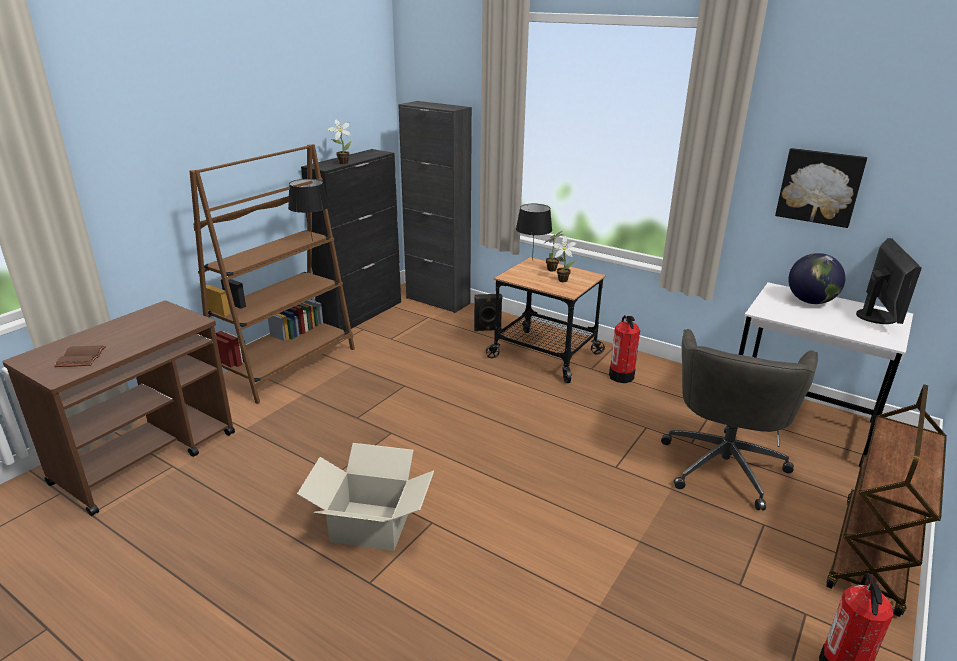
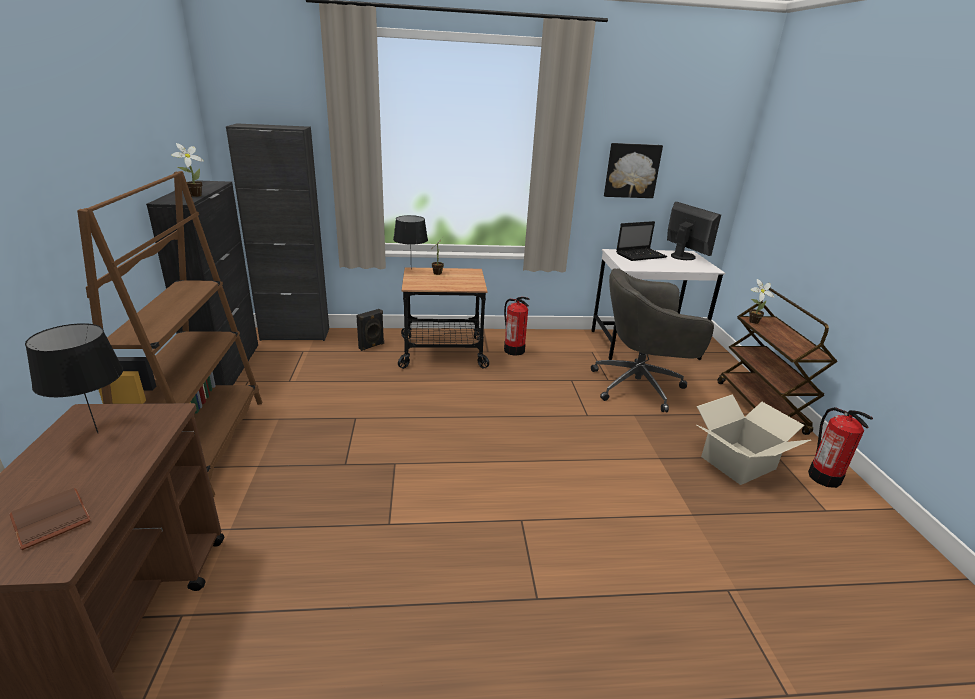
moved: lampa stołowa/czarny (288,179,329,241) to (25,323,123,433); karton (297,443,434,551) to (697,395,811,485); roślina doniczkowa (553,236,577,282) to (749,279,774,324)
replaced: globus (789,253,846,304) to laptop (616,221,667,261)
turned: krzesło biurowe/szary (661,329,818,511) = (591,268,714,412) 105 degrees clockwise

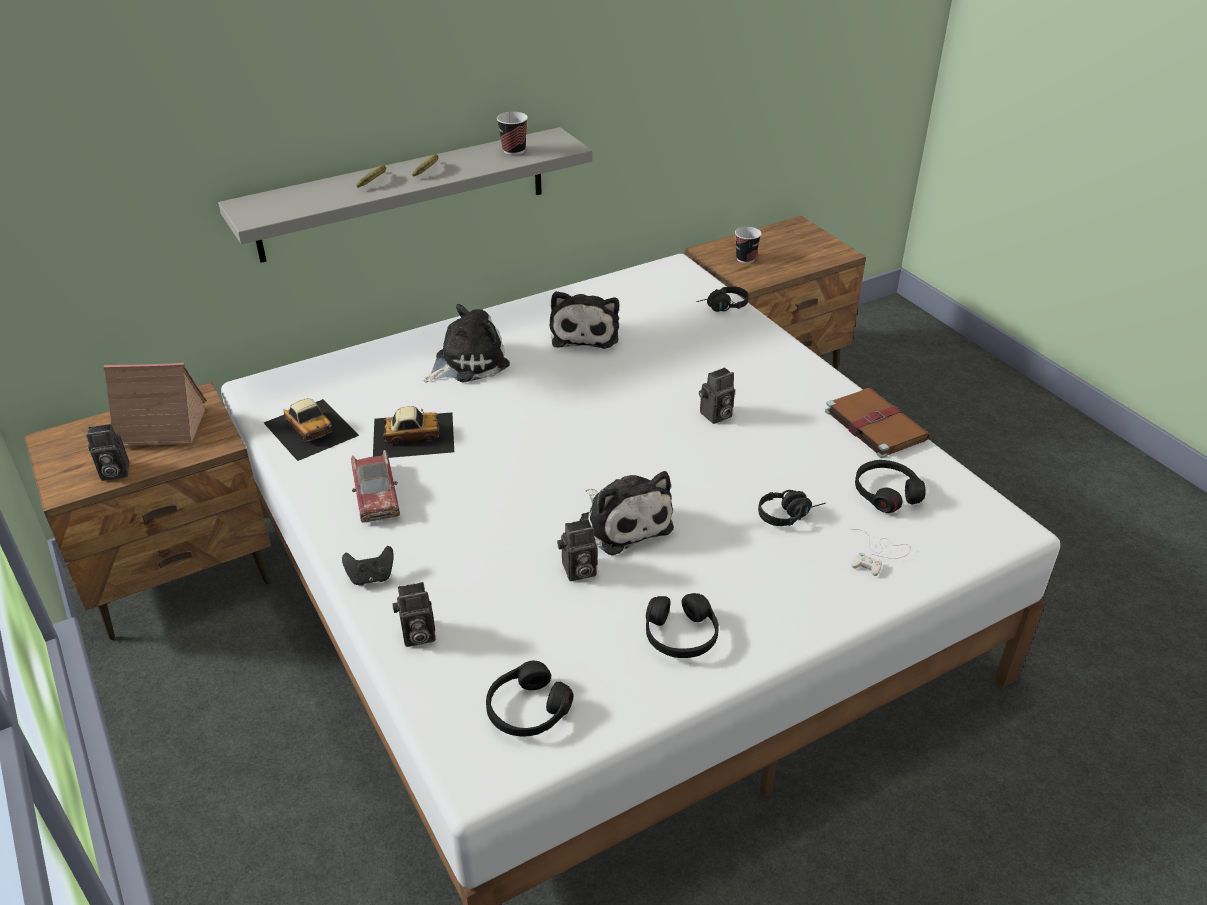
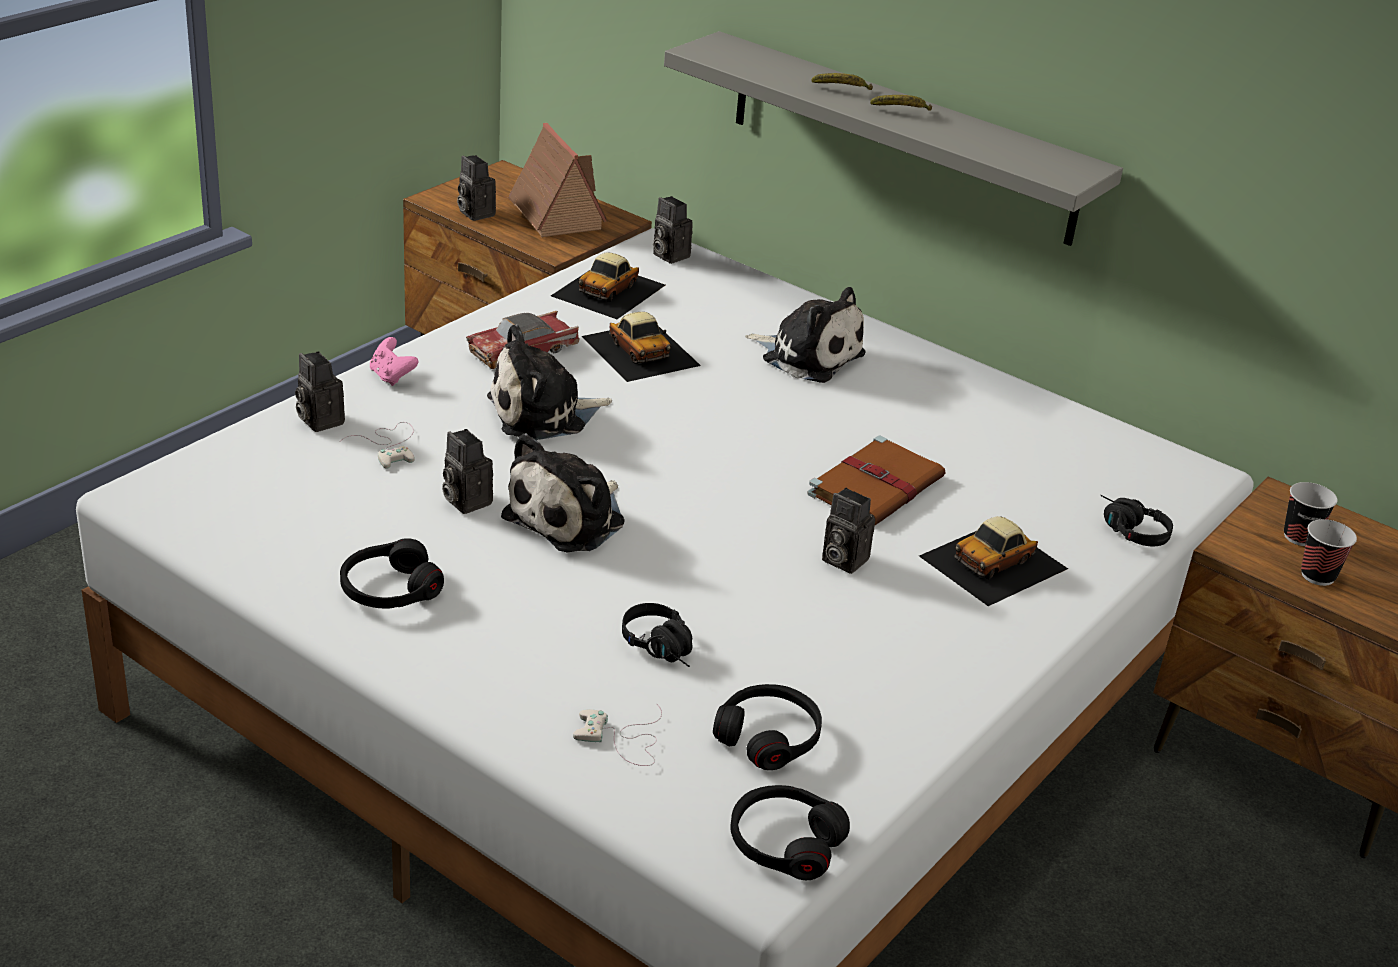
added: pad do gier/biały (342,422,415,469); aparat fotograficzny (653,196,693,264); samochodzik (919,516,1068,606)
moved: słuchawki/czarny (486,661,573,736) to (731,785,850,880); filiżanka (497,112,528,155) to (1301,519,1357,586); pluszak (550,291,619,349) to (487,324,612,440); książka/brązowy (825,388,930,458) to (807,436,946,525)
recoloured: pad do gier/czarny (342,546,394,585) to pad do gier/różowy (370,337,418,386)

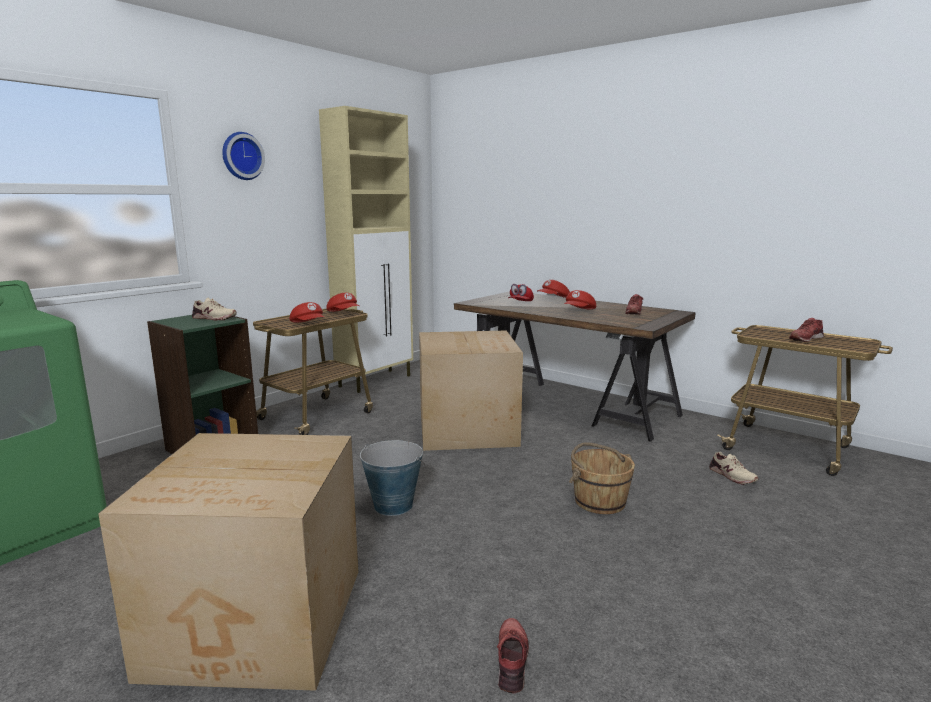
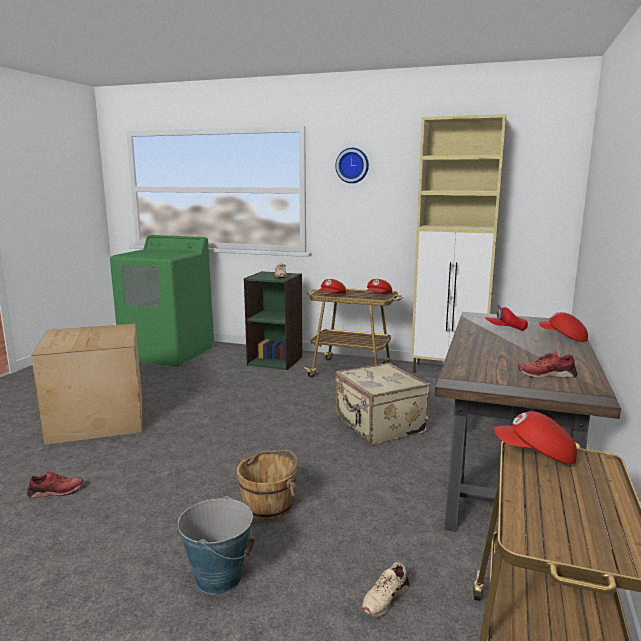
removed: but/czerwony (789,318,824,342)
moved: wiadro (360,440,425,516) to (178,496,254,595); czapka z daszkiem/czerwony (564,290,596,309) to (494,411,577,464)
replaced: karton (419,331,523,451) to walizka/beżowy (335,363,430,445)

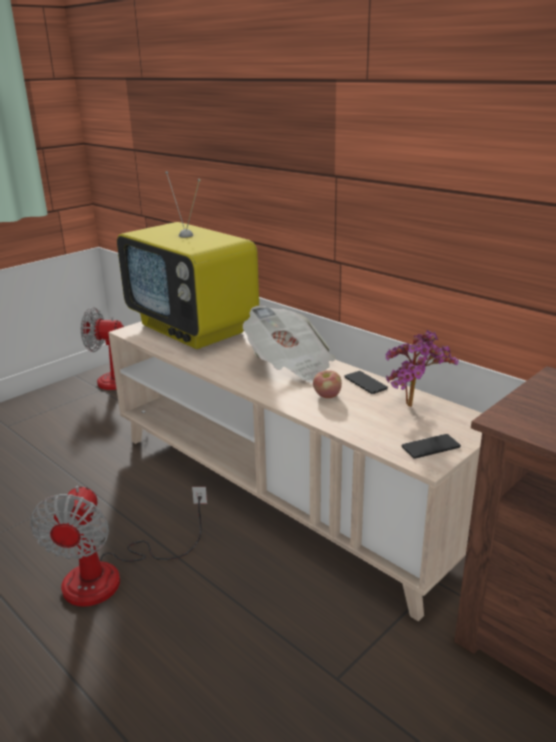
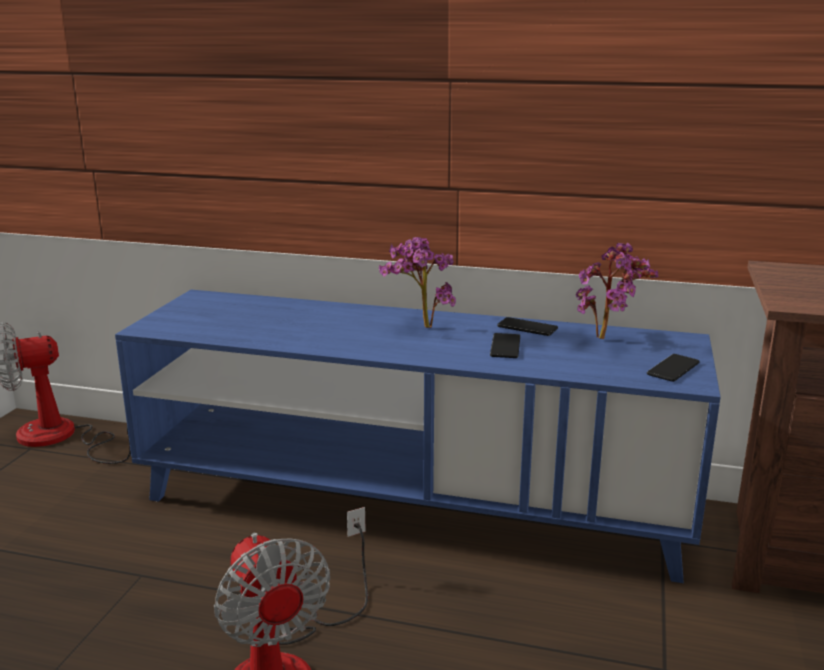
removed: telewizor (117,171,259,349)
replaced: gazeta (243,305,335,383) to roślina doniczkowa (379,237,456,328); jabłko (313,370,342,398) to telefon (490,333,520,358)
recoloured: szafka pod telewizor/beżowy (108,321,482,622) to szafka pod telewizor/niebieski (115,290,721,583)

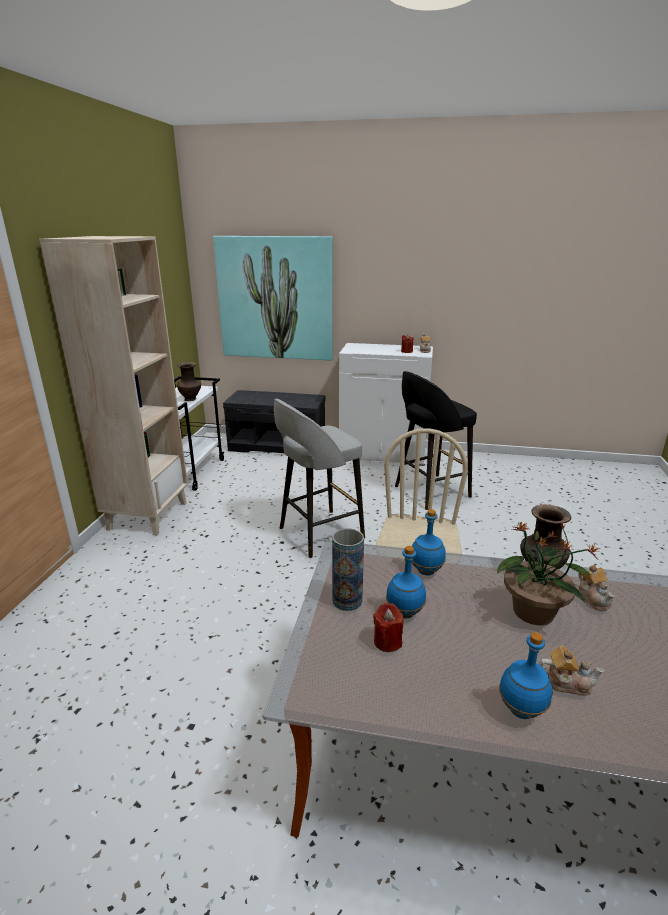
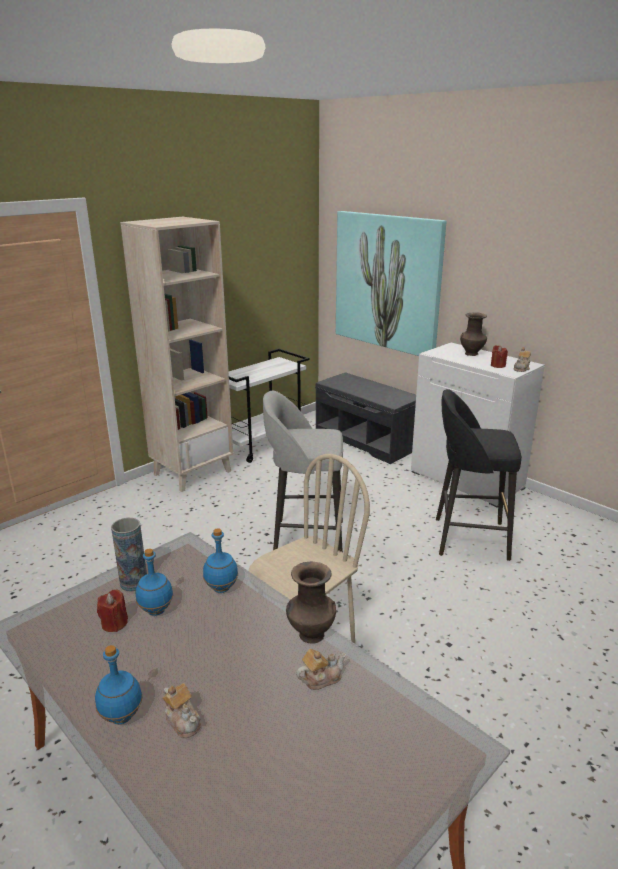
removed: roślina doniczkowa (497,521,601,625)
moved: wazon/brązowy (177,362,201,401) to (460,312,487,356)
turned: imbryk (578,565,615,611) = (296,649,346,690) 135 degrees counterclockwise

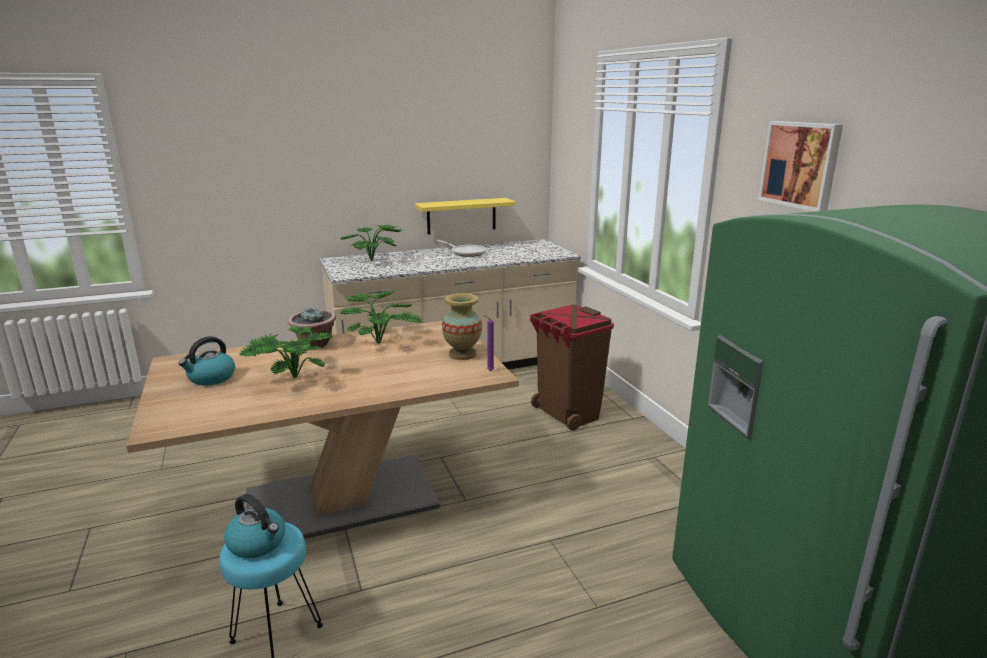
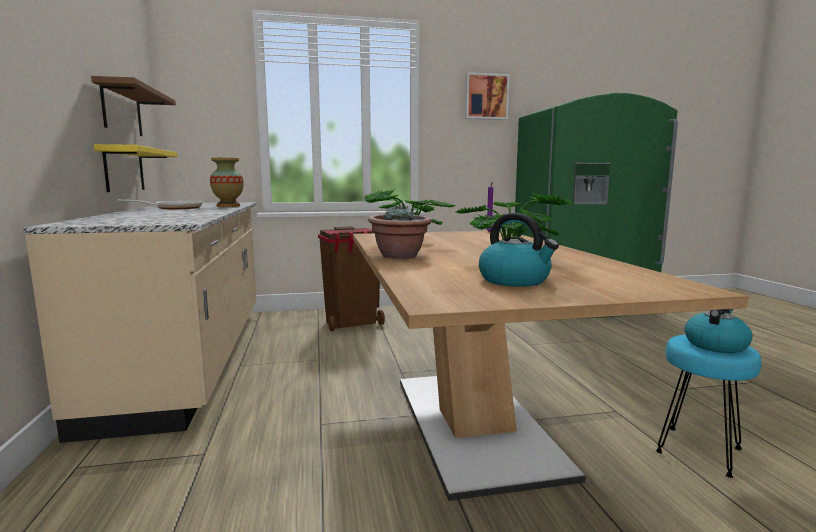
removed: roślina doniczkowa (341,224,402,261)
added: półka/brązowy (91,76,176,136)
moved: wazon (442,293,482,360) to (210,158,244,207)

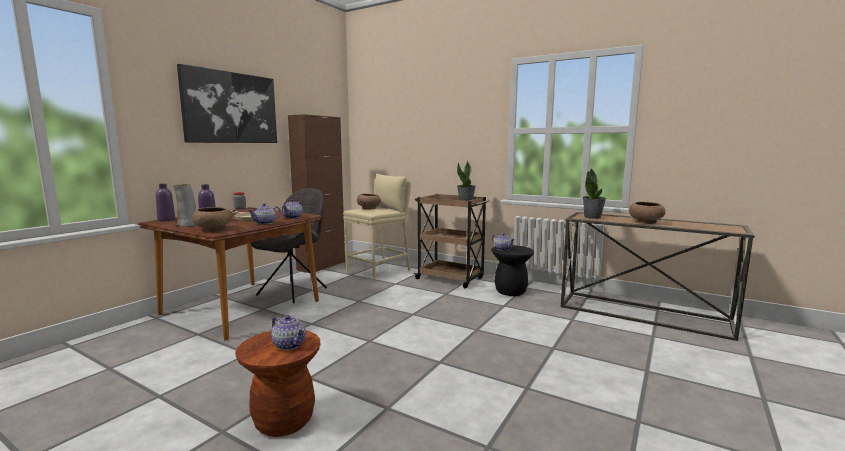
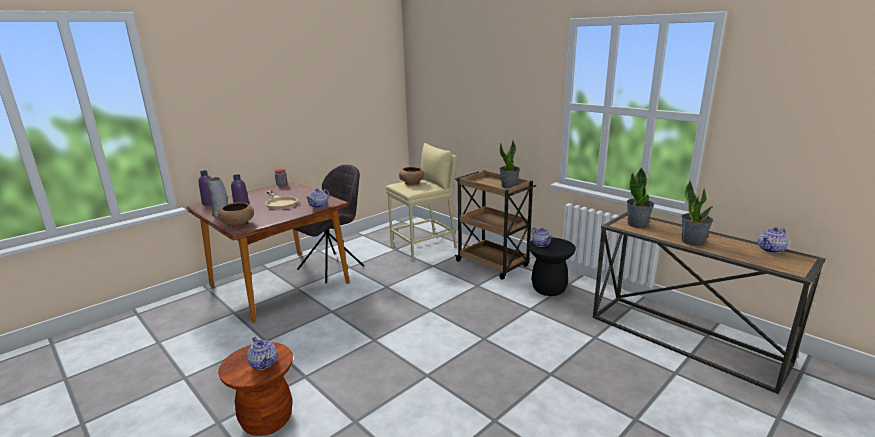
removed: obraz (177,64,277,143); szafka/brązowy (288,114,345,273)
moved: imbryk (248,203,281,225) to (758,227,788,254)
replaced: miska/brązowy (629,202,666,224) to roślina doniczkowa (681,180,713,246)

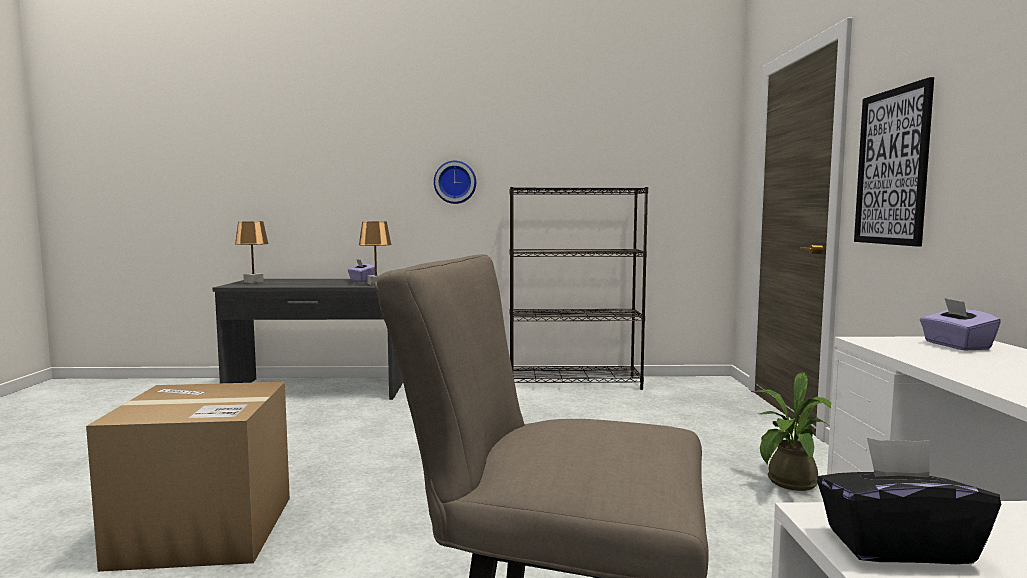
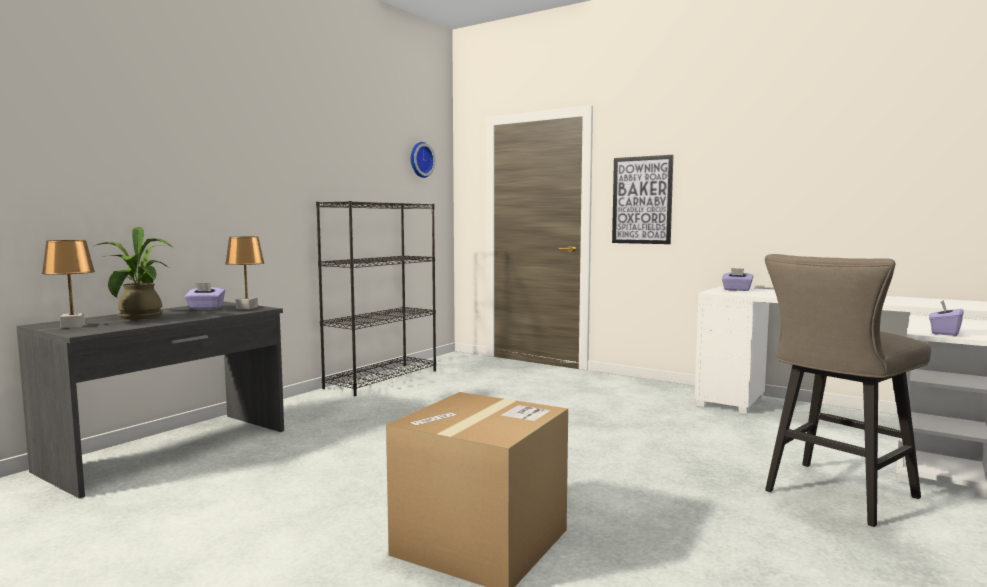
moved: zegar ścienny (434,161,476,204) to (411,142,436,178); roślina doniczkowa (751,372,831,491) to (92,227,173,320)
recoloured: pudełko chusteczek/czarny (817,438,1001,564) to pudełko chusteczek/fioletowy (929,300,964,336)

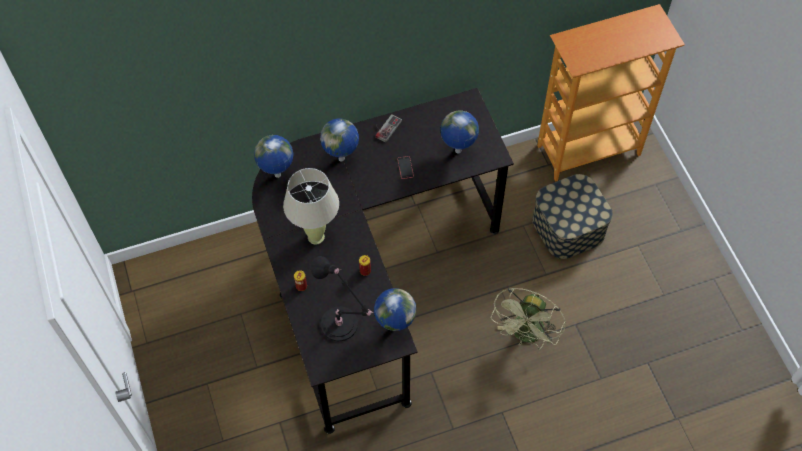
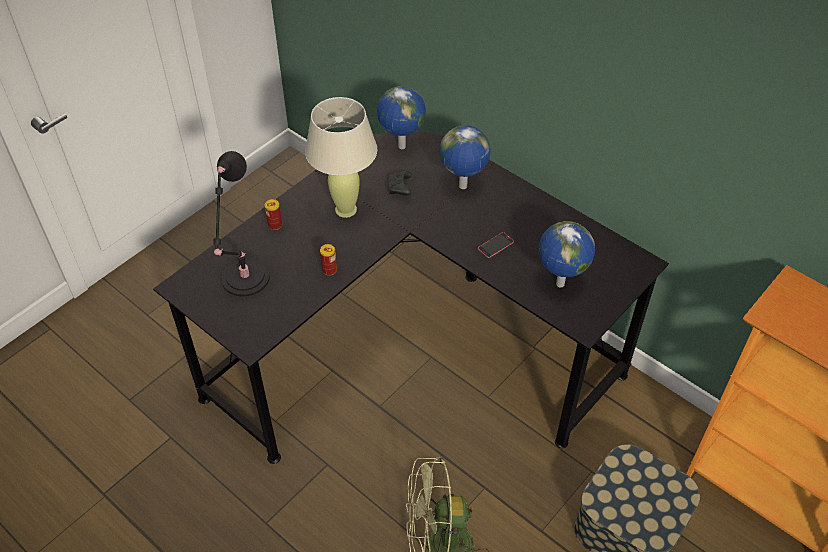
removed: globus (374,288,416,331); pad do gier (375,114,402,142)

